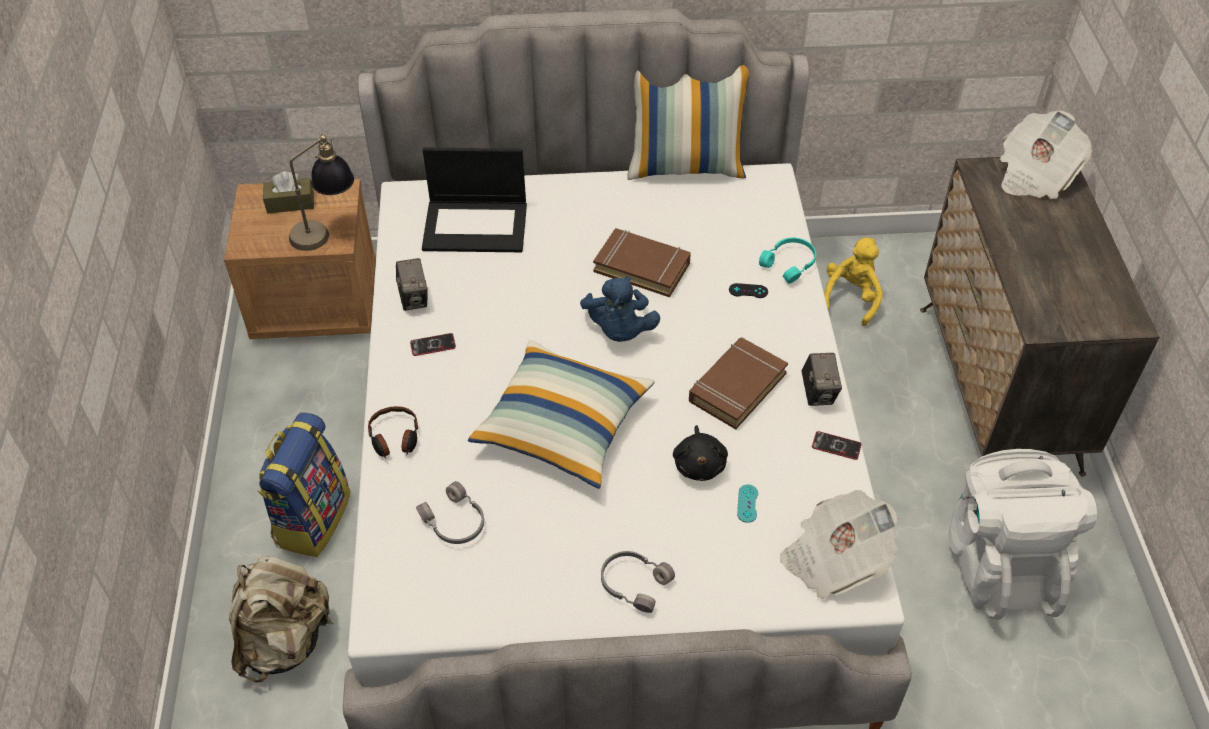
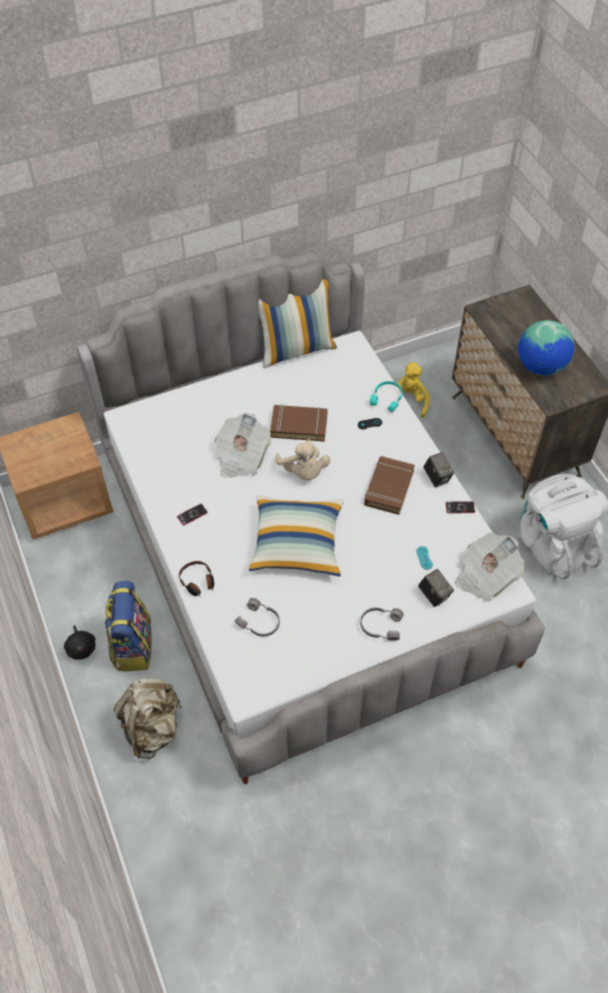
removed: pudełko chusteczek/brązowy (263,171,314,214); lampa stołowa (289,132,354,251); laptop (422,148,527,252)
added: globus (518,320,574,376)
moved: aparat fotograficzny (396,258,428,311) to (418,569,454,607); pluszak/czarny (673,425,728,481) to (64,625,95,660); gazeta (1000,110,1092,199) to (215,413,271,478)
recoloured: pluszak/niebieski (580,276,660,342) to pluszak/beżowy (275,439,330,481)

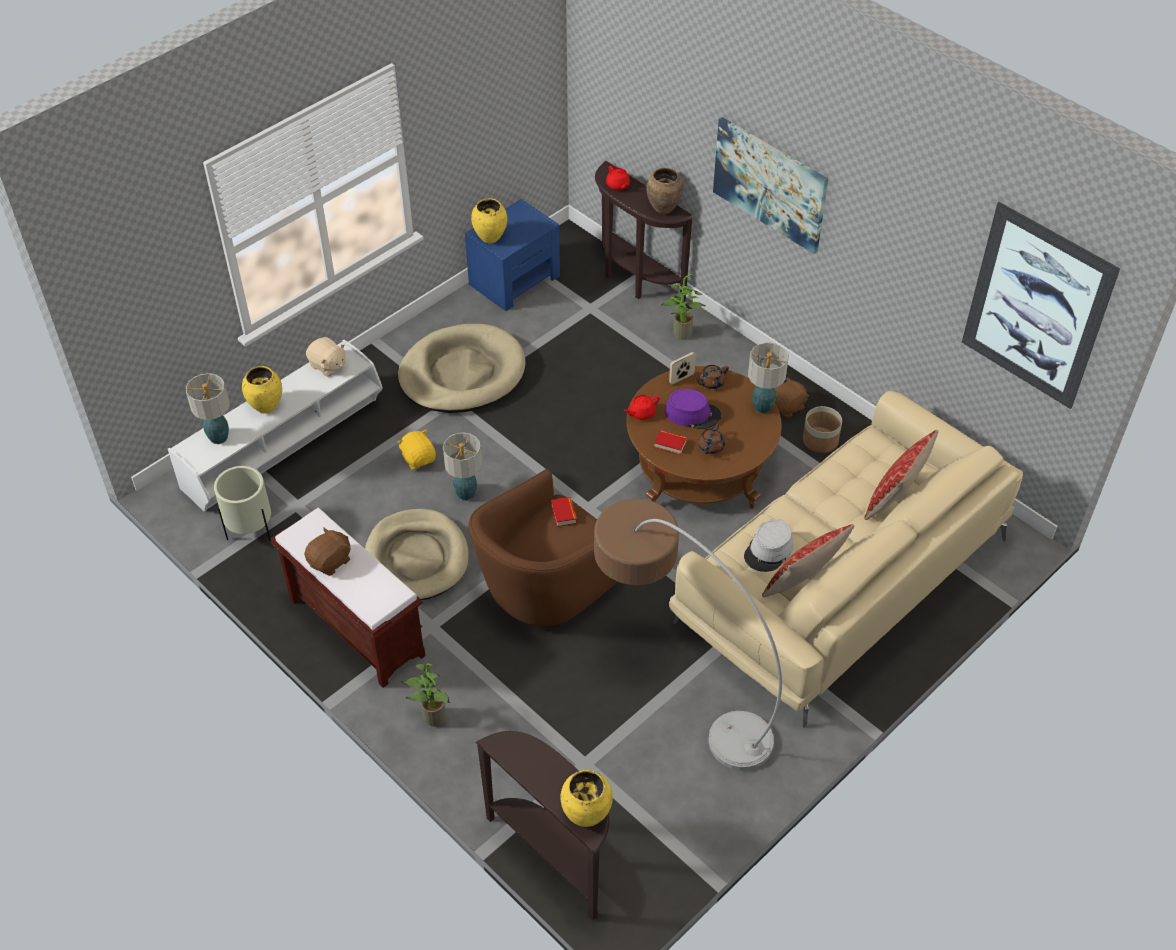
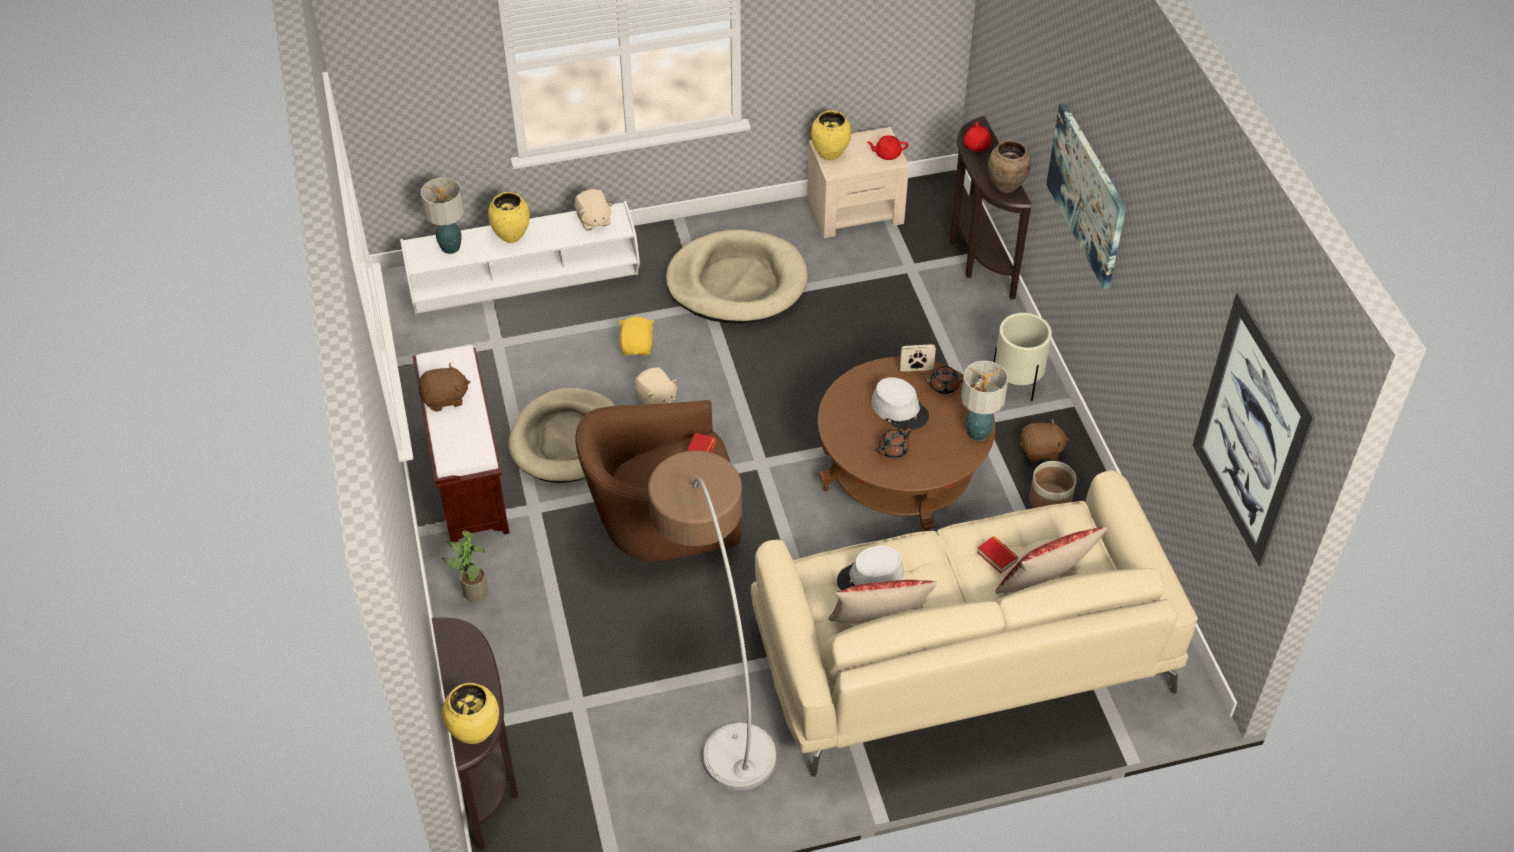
removed: roślina doniczkowa (661,274,706,340)
moved: donica/beżowy (214,466,271,541) to (994,313,1052,401); imbryk/czerwony (624,395,659,420) to (867,135,909,160); książka (654,430,687,455) to (977,536,1018,574)
replaced: lampa stołowa (443,433,482,501) to pluszak/beżowy (634,367,678,404)
recoloured: szafka nocna/niebieski (465,199,560,311) to szafka nocna/beżowy (807,127,909,238); kapelusz/fioletowy (665,389,721,429) to kapelusz/szary (871,377,929,430)

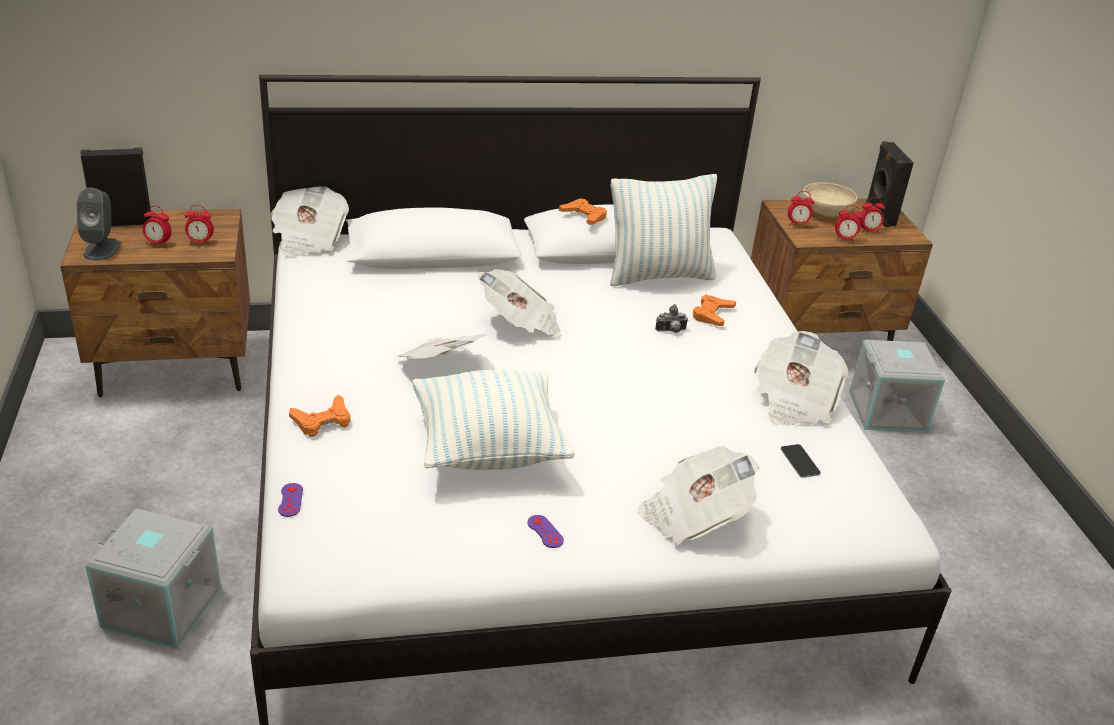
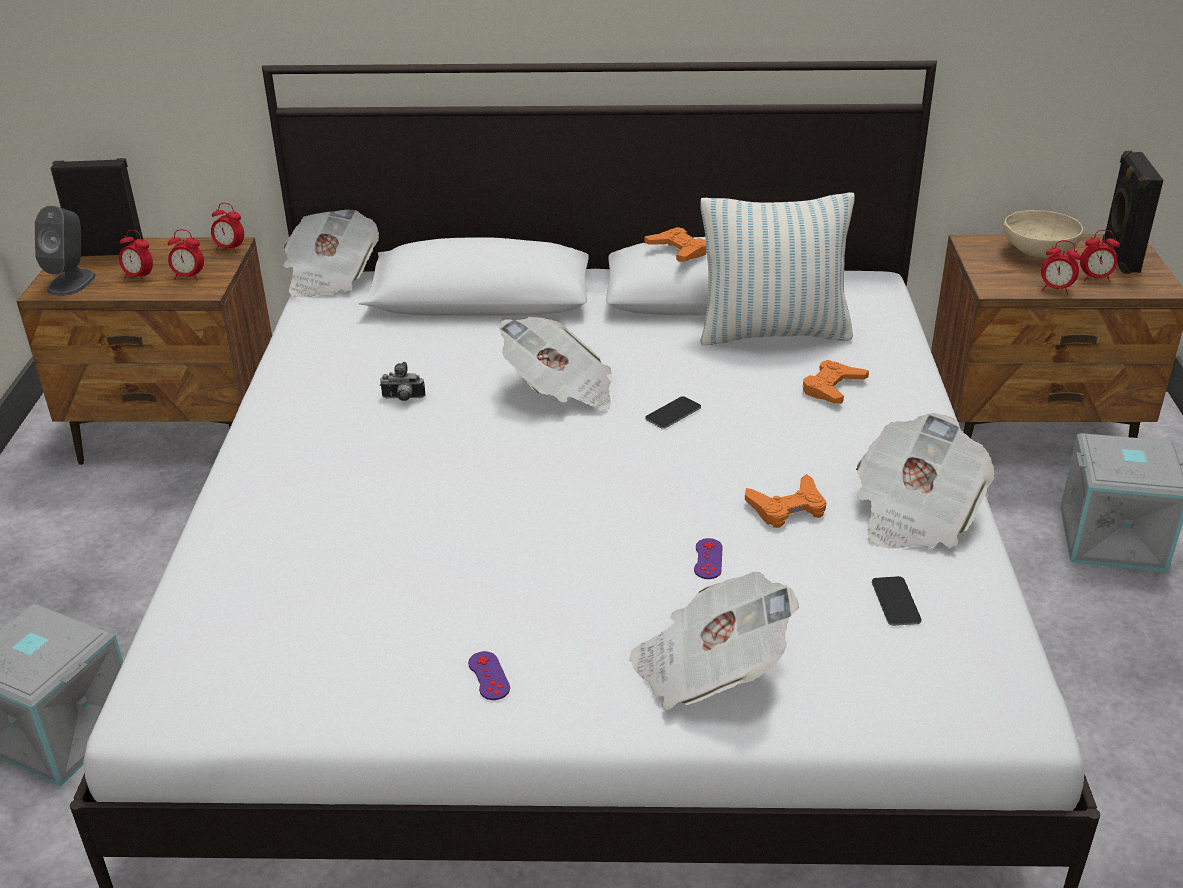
removed: gazeta (397,334,487,359); poduszka (413,370,574,470)
added: telefon (645,396,701,429)
moved: pad do gier/fioletowy (278,483,303,517) to (694,538,723,579); pad do gier/pomarańczowy (289,395,350,437) to (745,474,826,528); aparat fotograficzny (655,304,688,333) to (380,362,425,401); budzik (788,191,814,228) to (211,203,244,253)

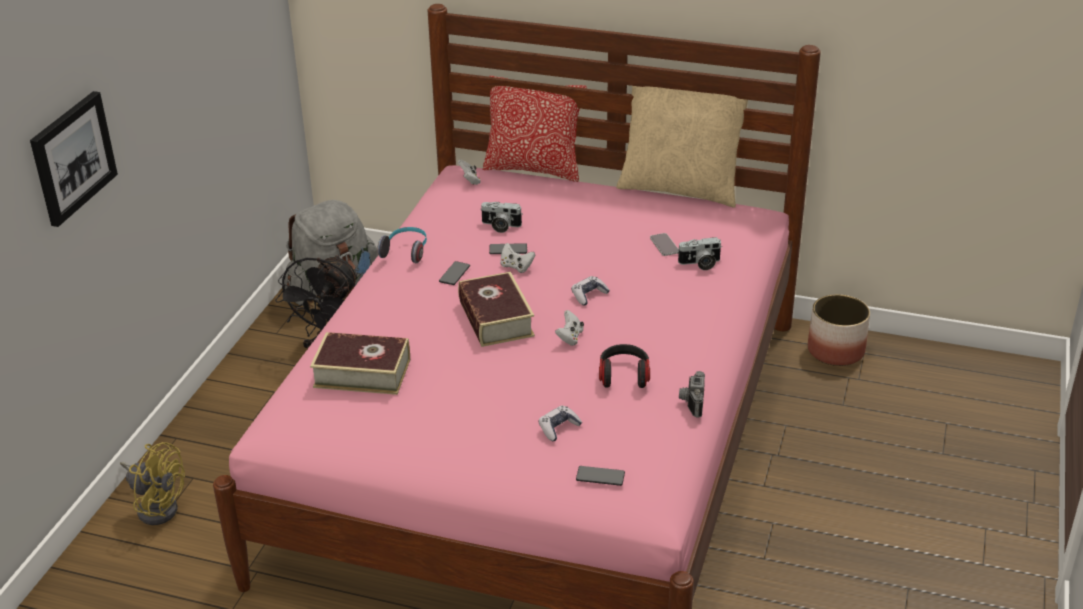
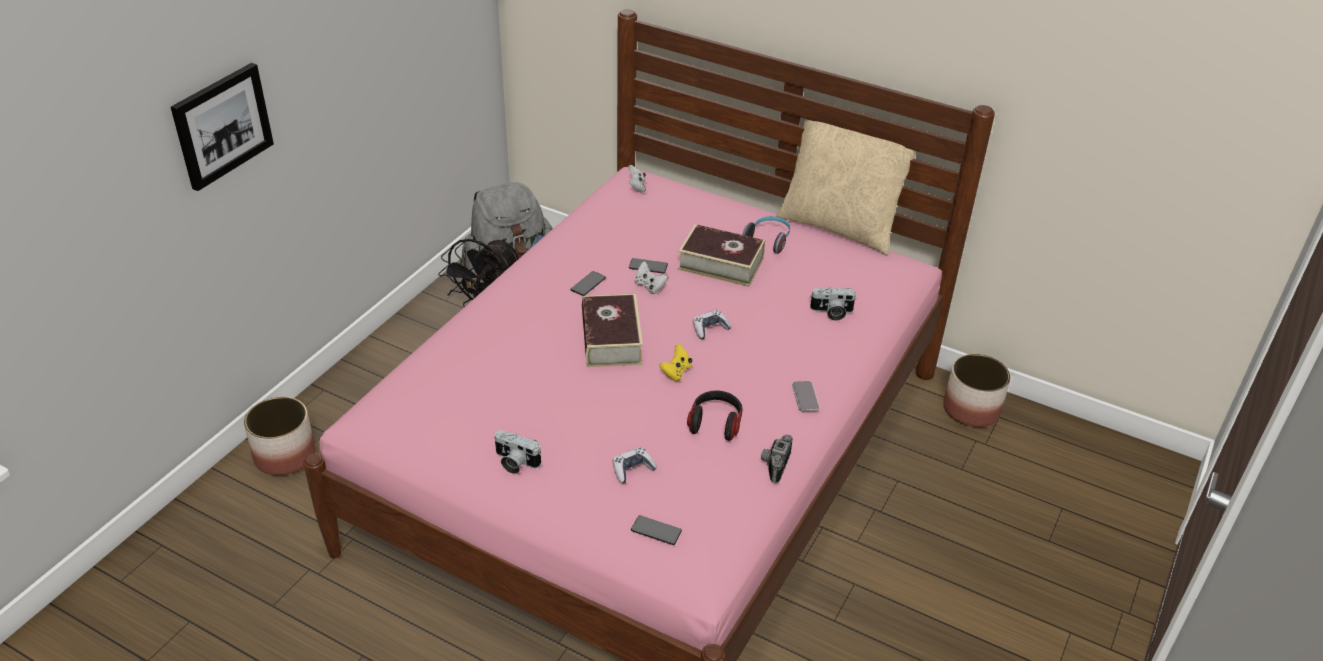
removed: poduszka (483,76,587,182)
moved: książka (310,332,410,395) to (678,224,765,287); słuchawki (377,227,427,263) to (743,216,790,254); aparat fotograficzny (480,202,523,233) to (494,430,541,474); telefon (650,233,679,256) to (792,381,819,411)
replaced: wentylator/żółty (120,442,185,525) to donica (244,397,316,476)
recoloured: pad do gier/biały (555,310,584,346) to pad do gier/żółty (659,344,692,381)

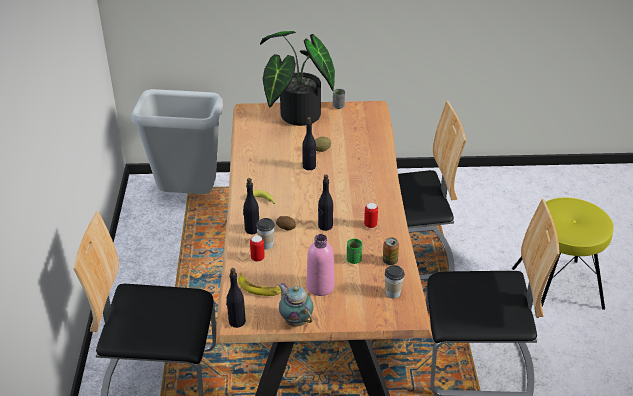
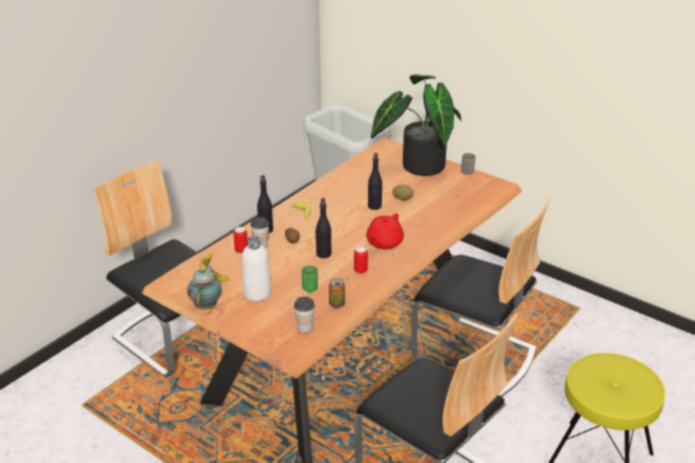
removed: butelka/czarny (226,268,246,328)
added: imbryk/czerwony (366,213,404,249)
recoloured: butelka/różowy (307,234,335,296) to butelka/biały (242,236,271,301)

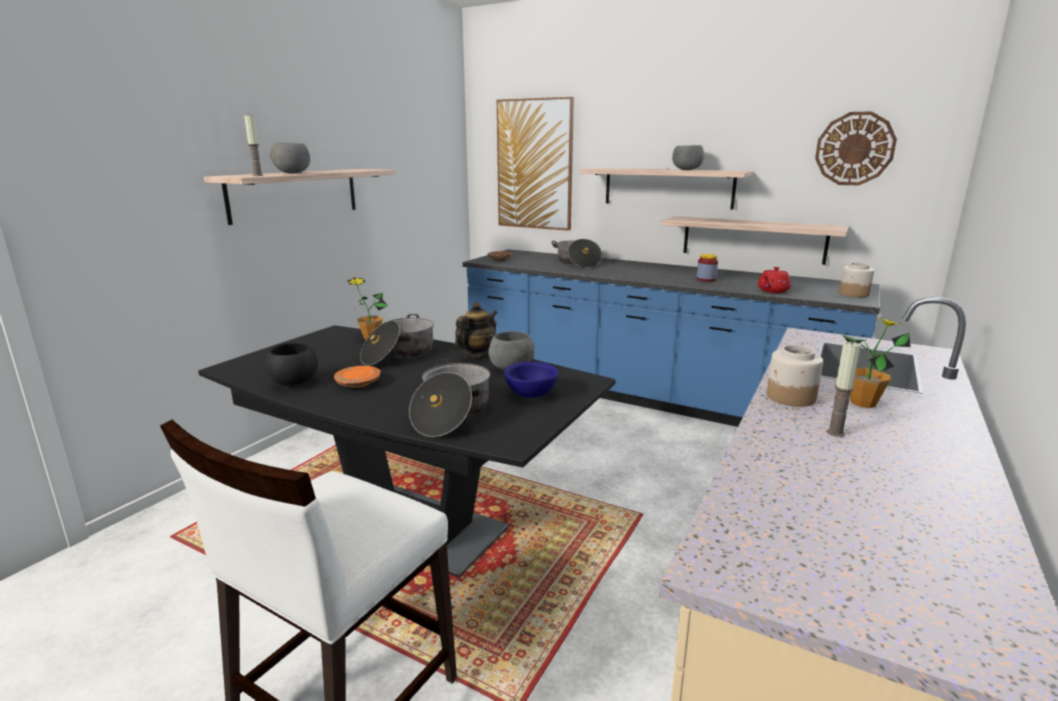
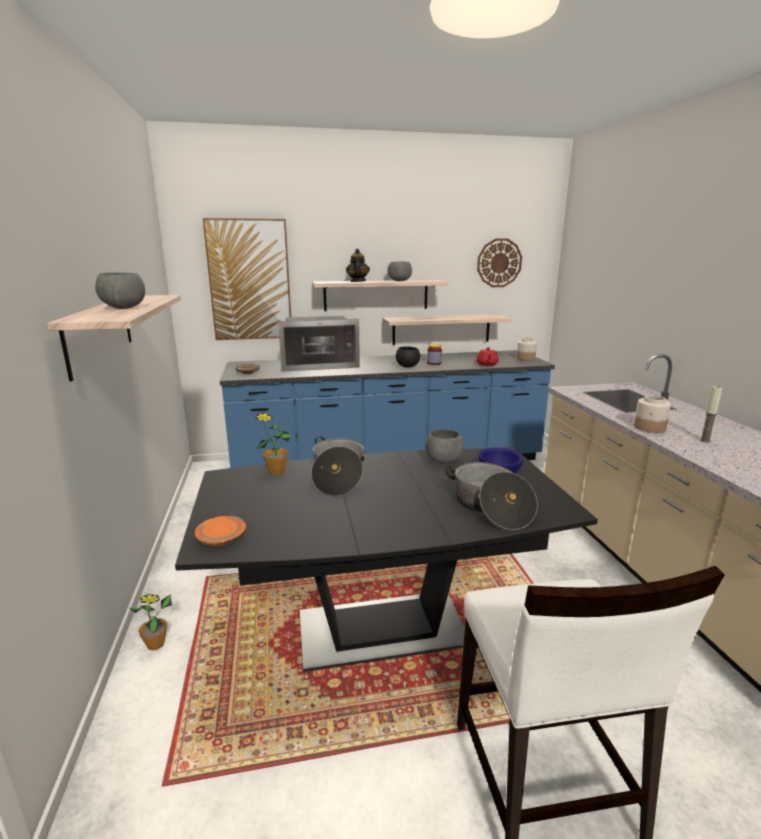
removed: świeca (244,115,263,176)
moved: miska/czarny (265,343,318,386) to (396,346,420,368); talerz/pomarańczowy (334,366,381,388) to (195,516,246,546); imbryk (455,302,497,358) to (346,249,370,282); roślina doniczkowa (843,317,911,408) to (129,594,172,651)
replaced: garnek (552,239,602,268) to mikrofalówka (278,316,360,372)

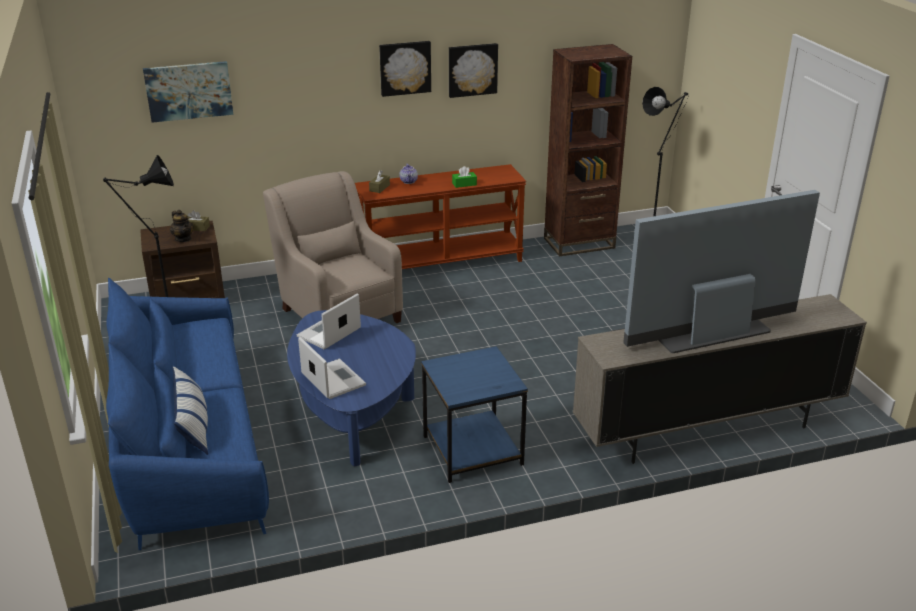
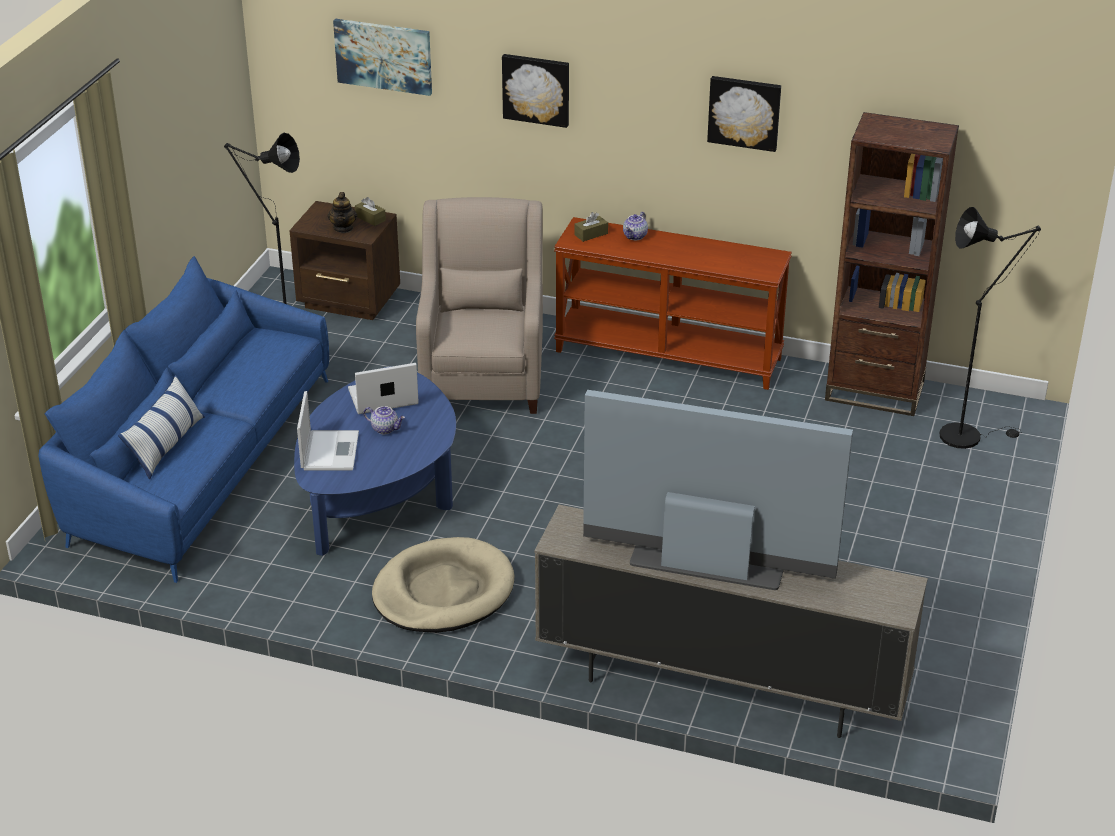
removed: pudełko chusteczek/zielony (452,166,477,188)
added: imbryk (363,406,405,434)
moved: obraz (379,41,431,97) to (502,54,569,128)
replaced: stolik/niebieski (421,346,528,483) to legowisko/beżowy (372,537,514,633)

